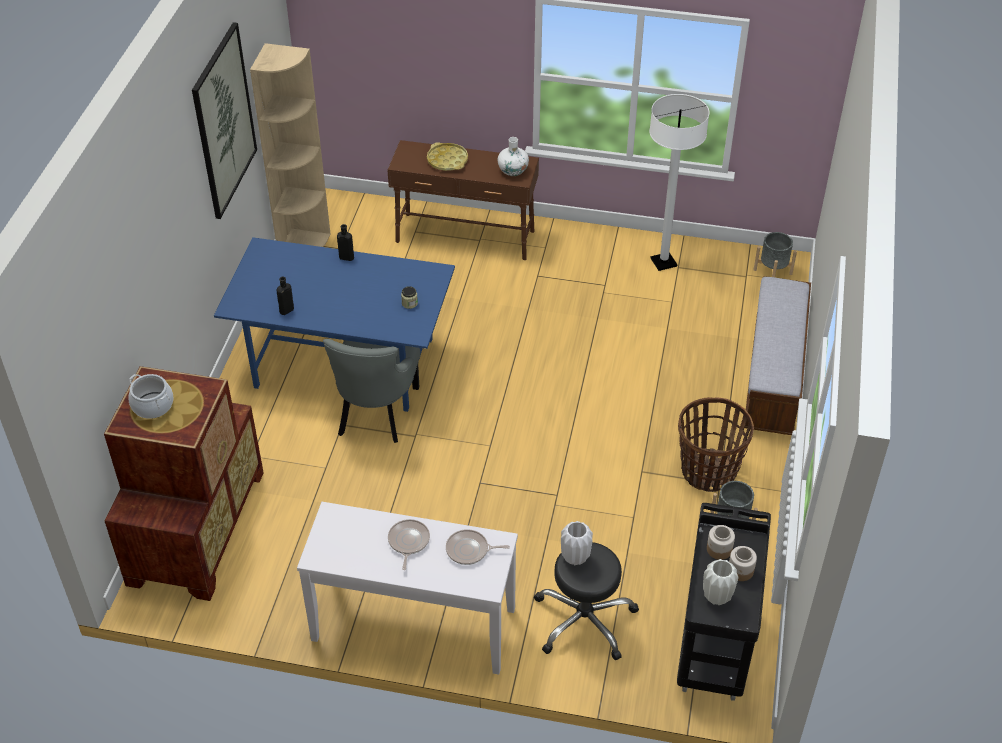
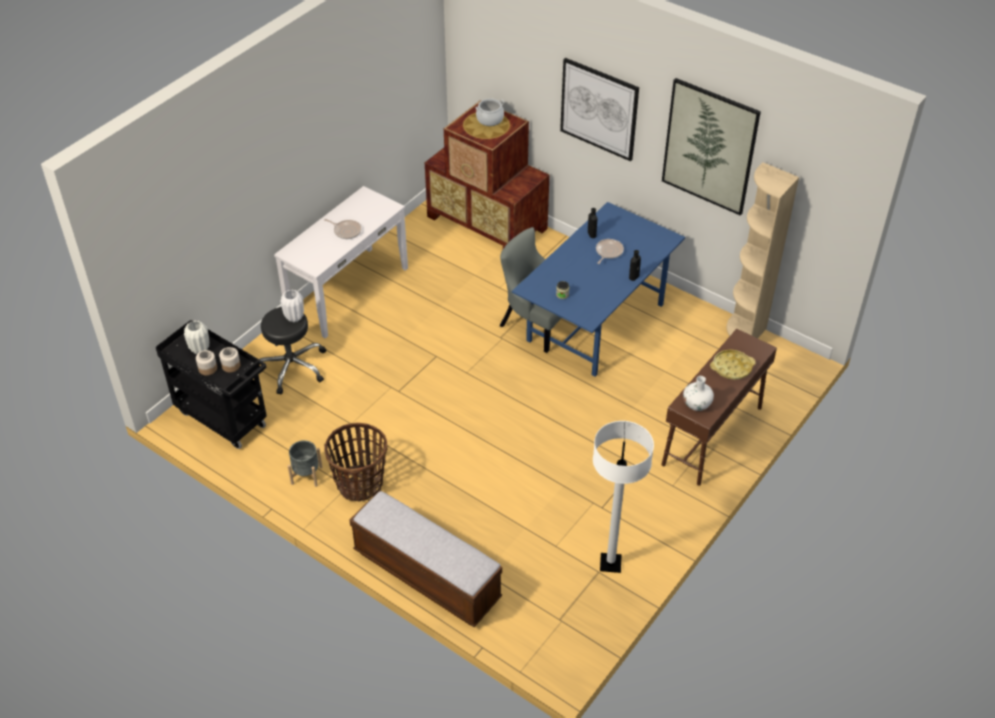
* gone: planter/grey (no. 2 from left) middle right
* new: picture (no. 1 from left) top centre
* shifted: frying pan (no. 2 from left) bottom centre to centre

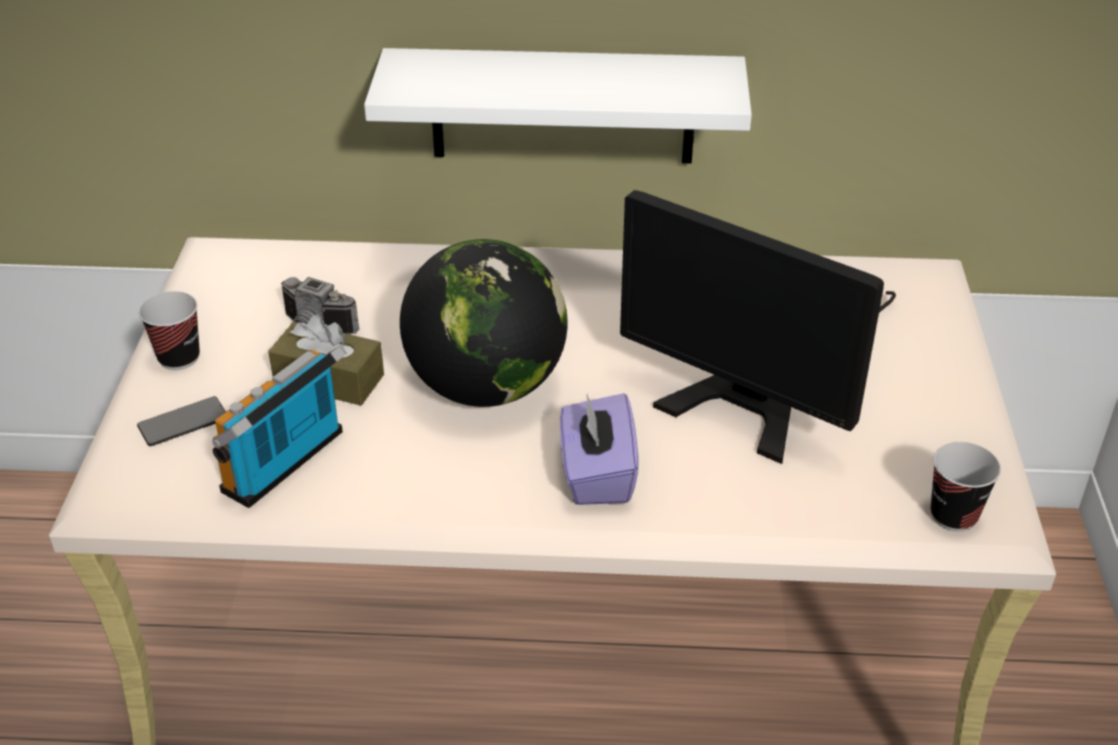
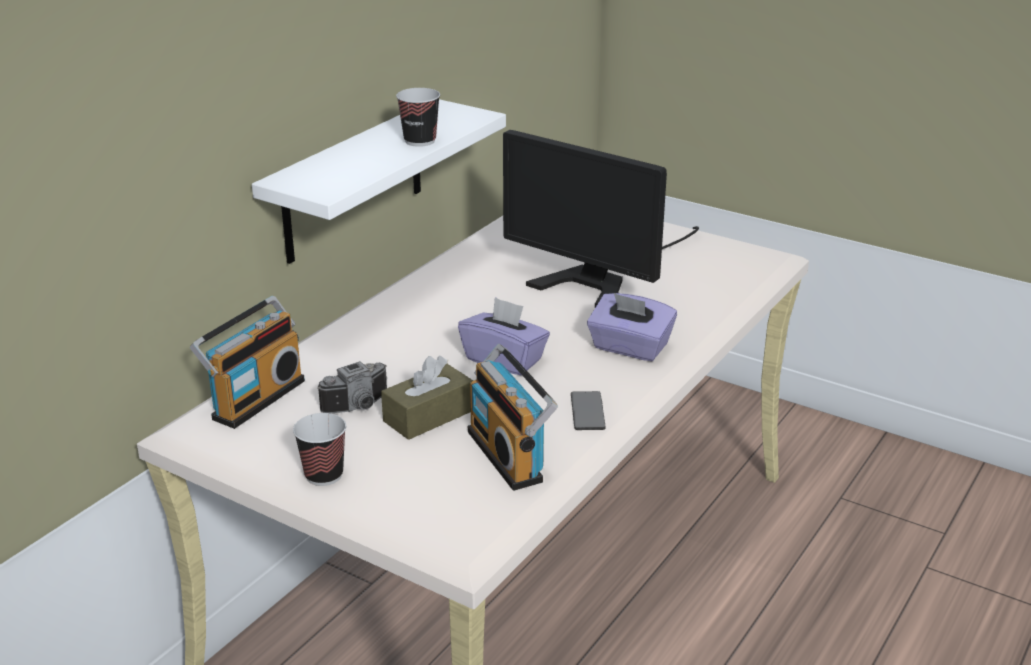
* new: radio (no. 1 from left) middle left
* shifted: phone middle left to centre
* shifted: cup (no. 2 from left) middle right to top centre
* swapped: globe centre to tissue box/purple (no. 1 from left) centre
* rotated: monitor middle right = top centre 60 degrees clockwise

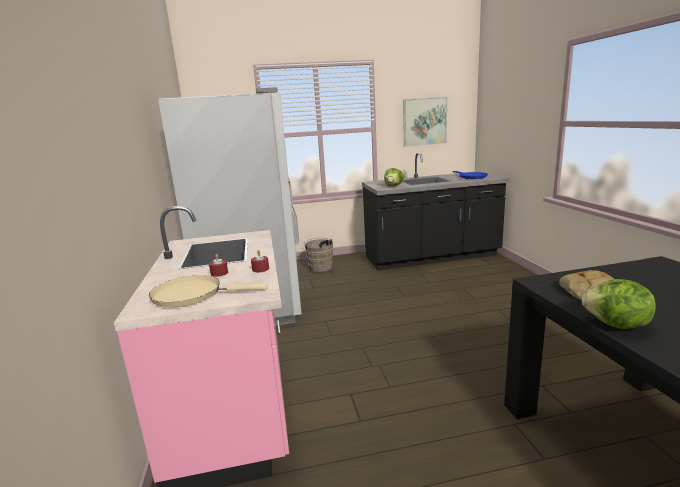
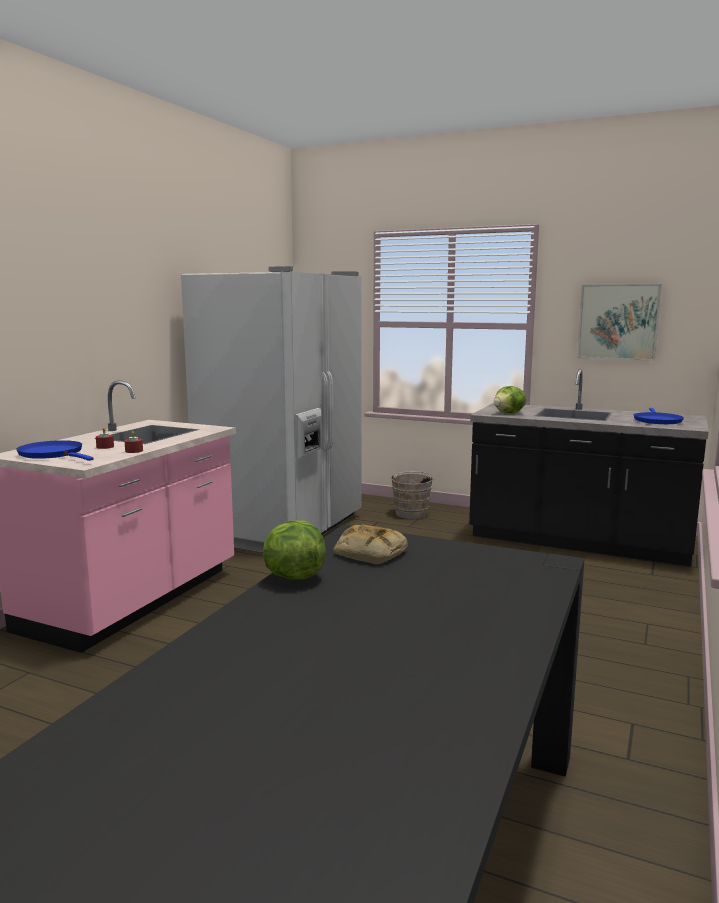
* repainted: frying pan/beige middle left to frying pan/blue (no. 1 from left) middle left

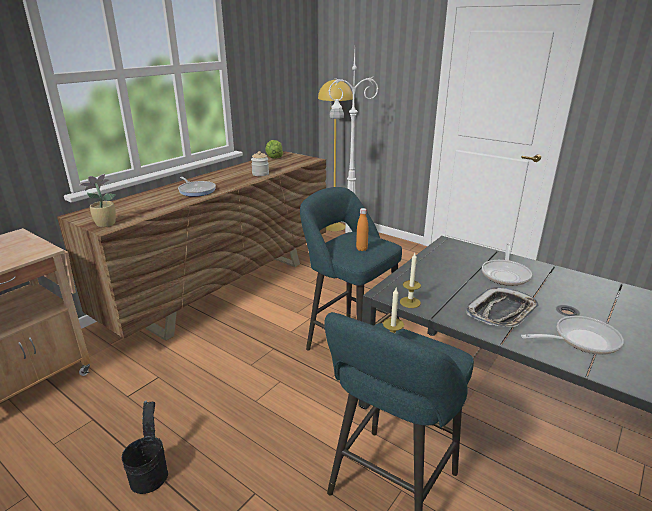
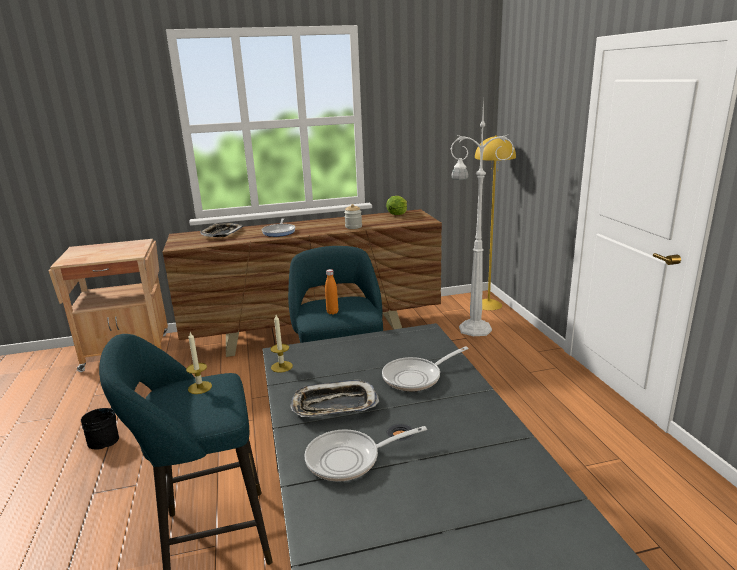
* gone: potted plant middle left
* new: tray (no. 1 from left) middle left
* rotated: frying pan (no. 3 from left in the first image) middle right = bottom centre 135 degrees clockwise

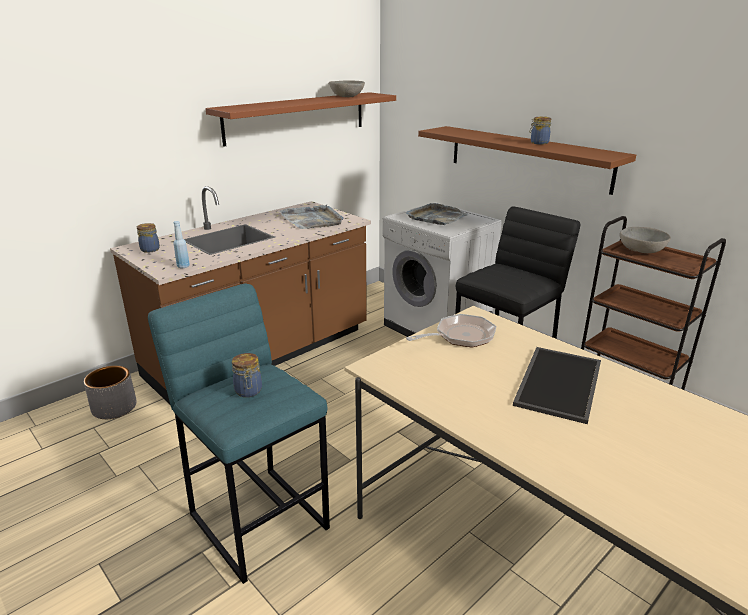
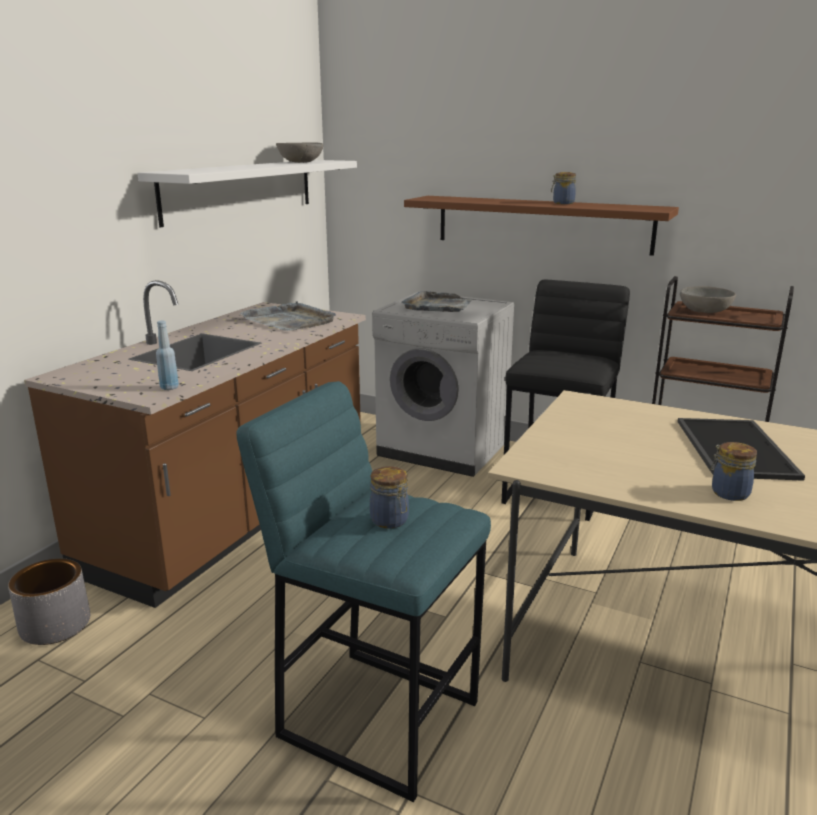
* gone: frying pan centre
* shifted: jar (no. 1 from left in the first image) middle left to jar (no. 3 from left) middle right
* repainted: shelf/brown (no. 1 from left) top centre to shelf/white top left

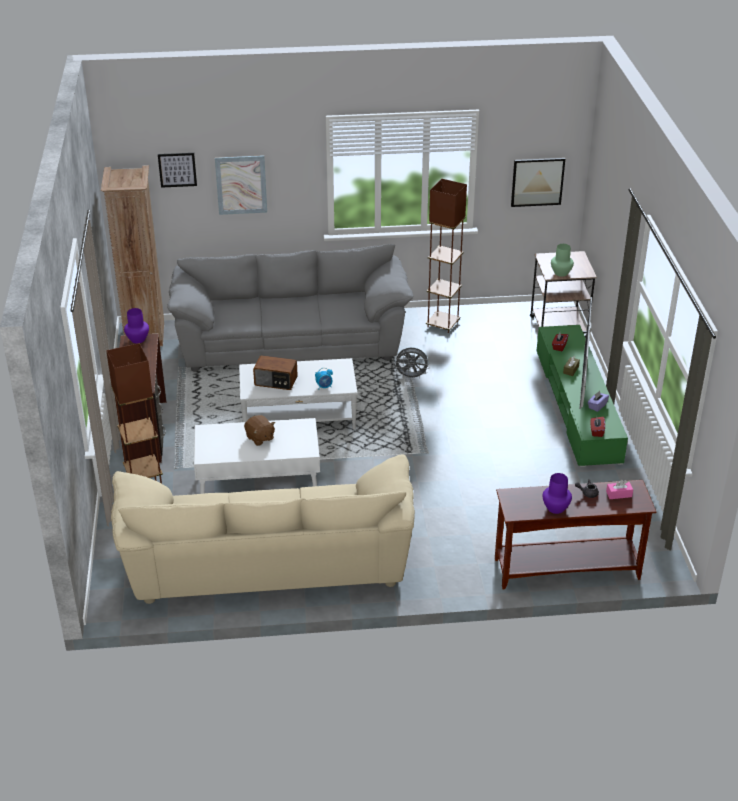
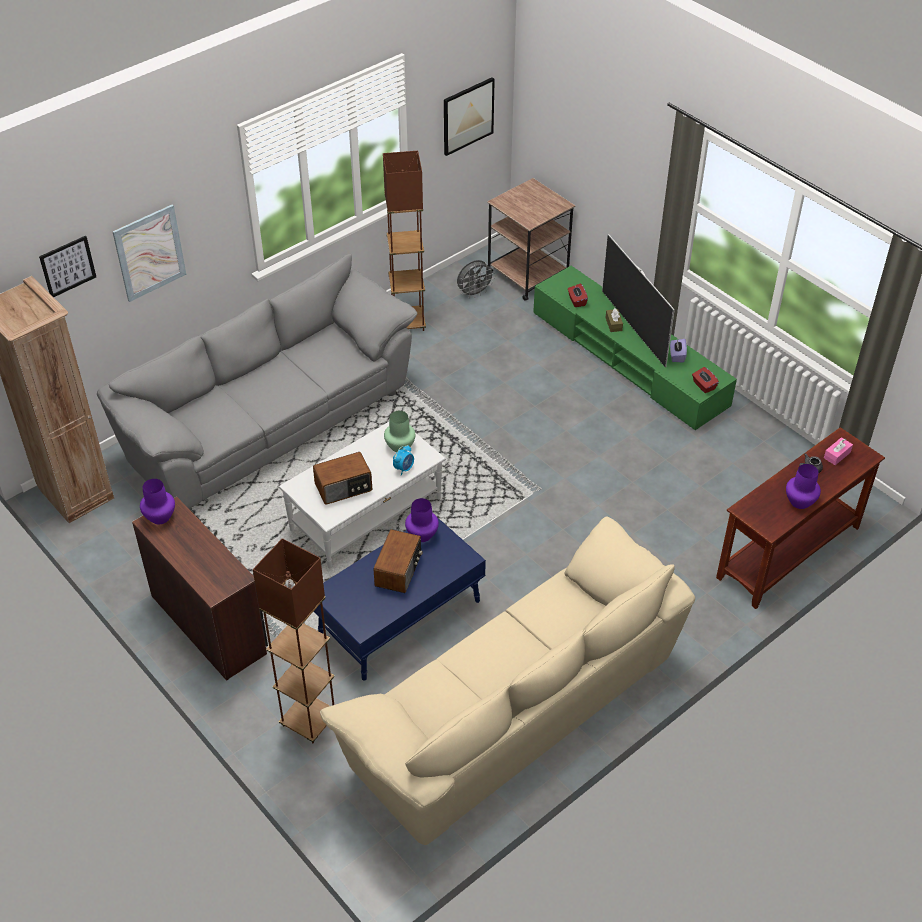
* new: vase/purple (no. 2 from left) centre
* shifted: fan/grey centre to top centre
* shifted: vase/green top right to centre
* swapped: plush toy/brown centre to radio (no. 2 from left) centre
* repainted: coffee table/white (no. 1 from left) centre to coffee table/blue centre

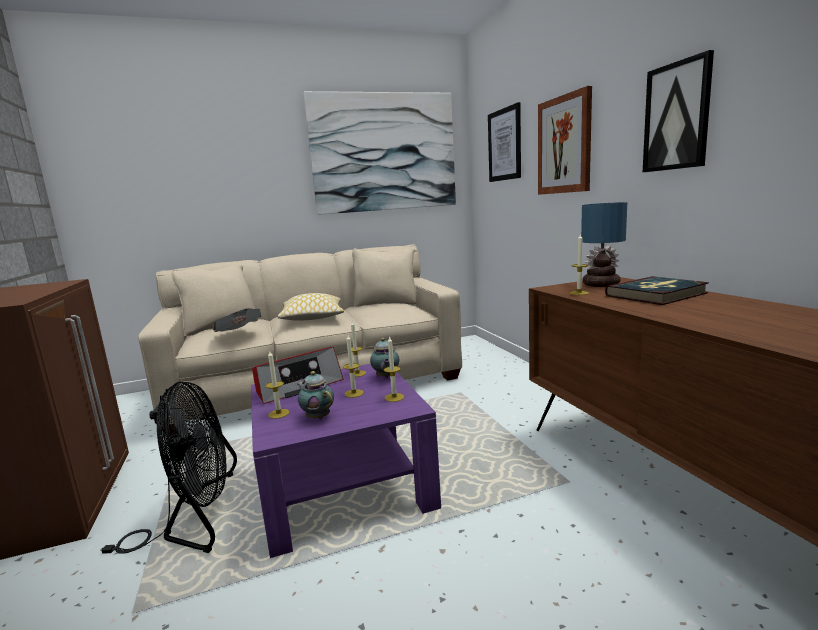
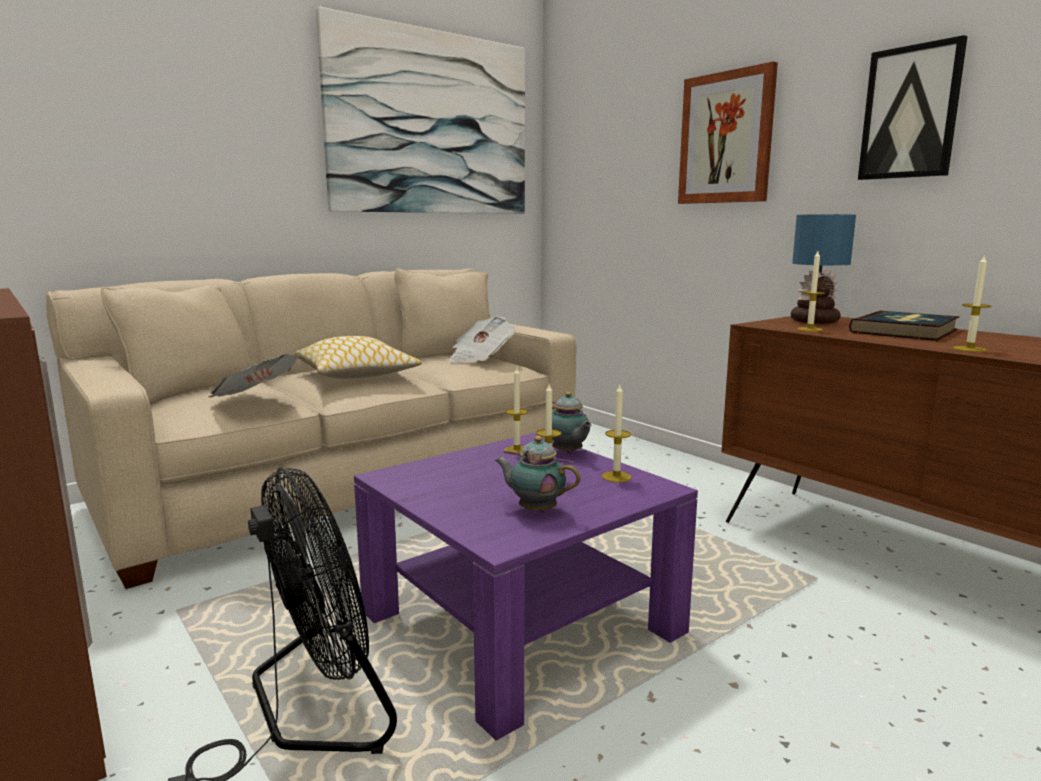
* gone: radio centre
* gone: picture (no. 2 from left) top centre
* new: newspaper (no. 2 from left) centre
* shifted: candle (no. 1 from left in the first image) centre to candle (no. 5 from left) middle right

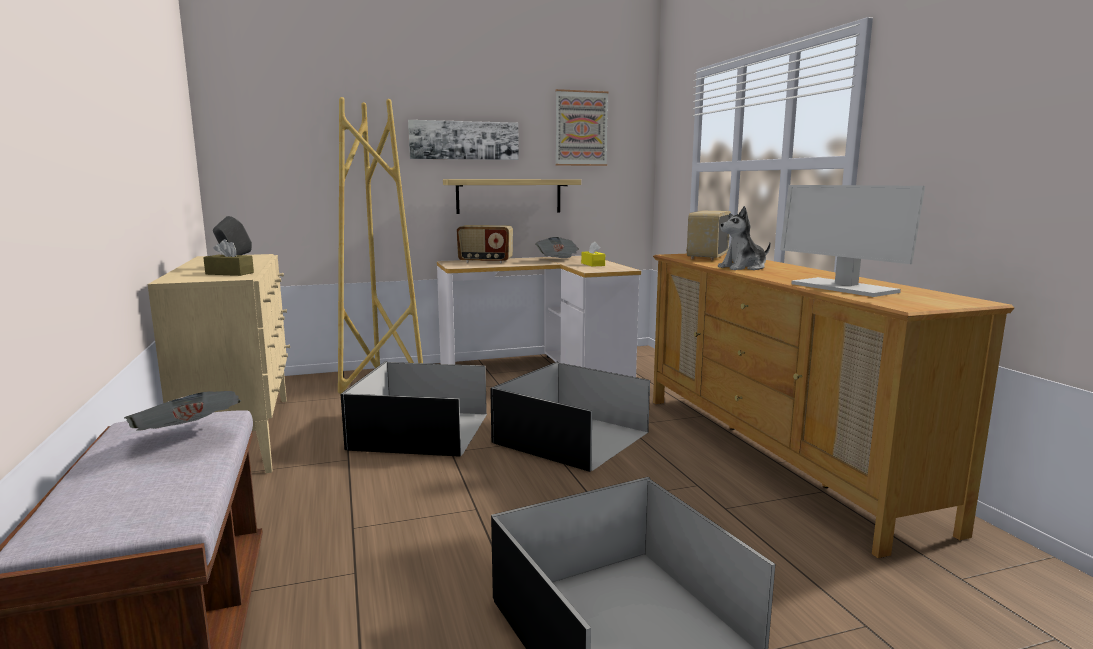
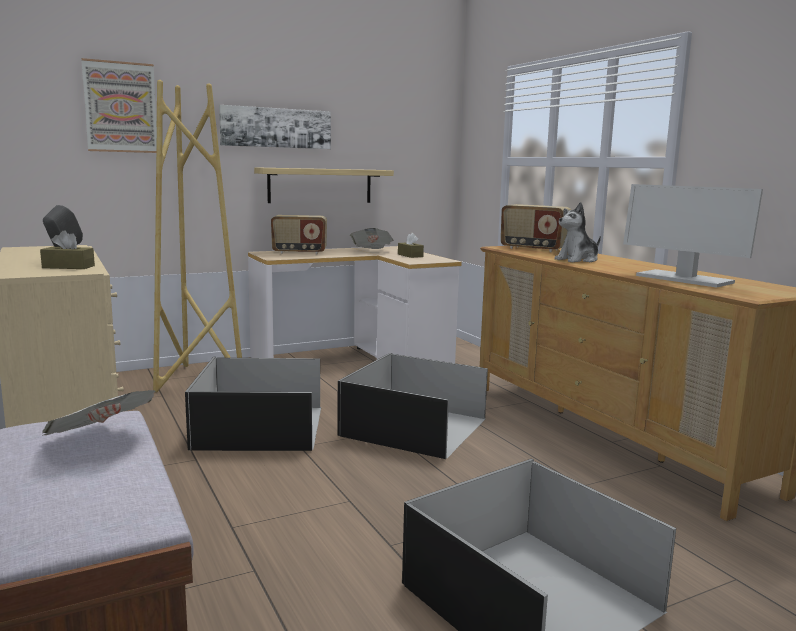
* shifted: picture (no. 2 from left in the first image) top centre to picture (no. 1 from left) top left
* repainted: tissue box/yellow centre to tissue box/brown (no. 2 from left) centre
* rotated: radio (no. 2 from left) centre = middle right 75 degrees counterclockwise

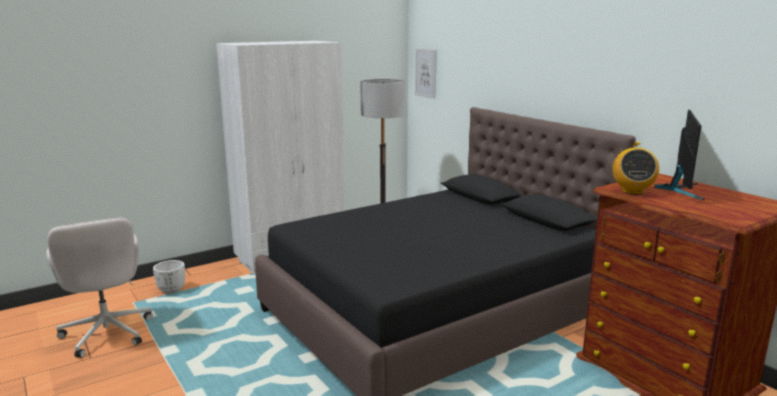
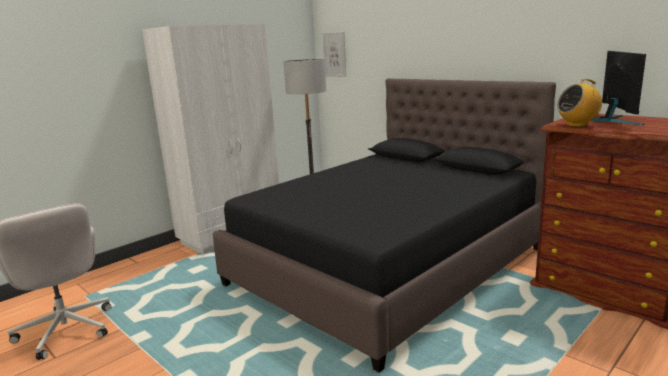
* gone: planter/white bottom left
* rotated: radio middle right = top right 75 degrees clockwise

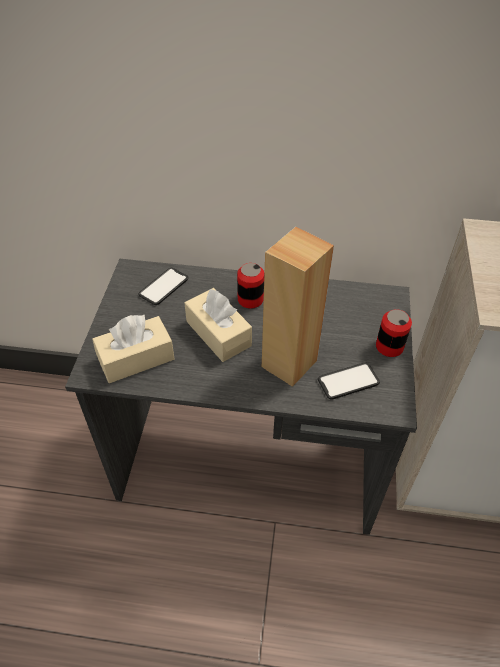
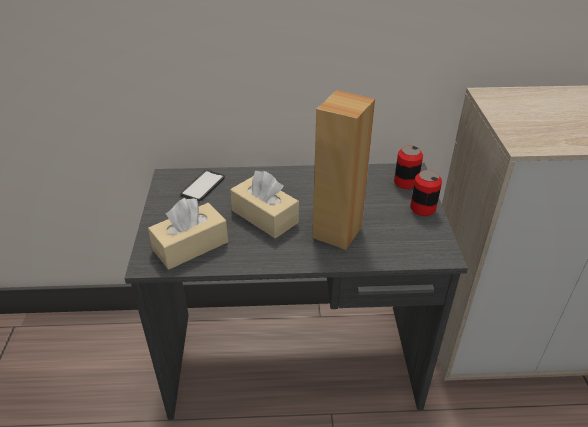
* gone: phone (no. 2 from left) middle right
* shifted: can (no. 1 from left) centre to middle right

